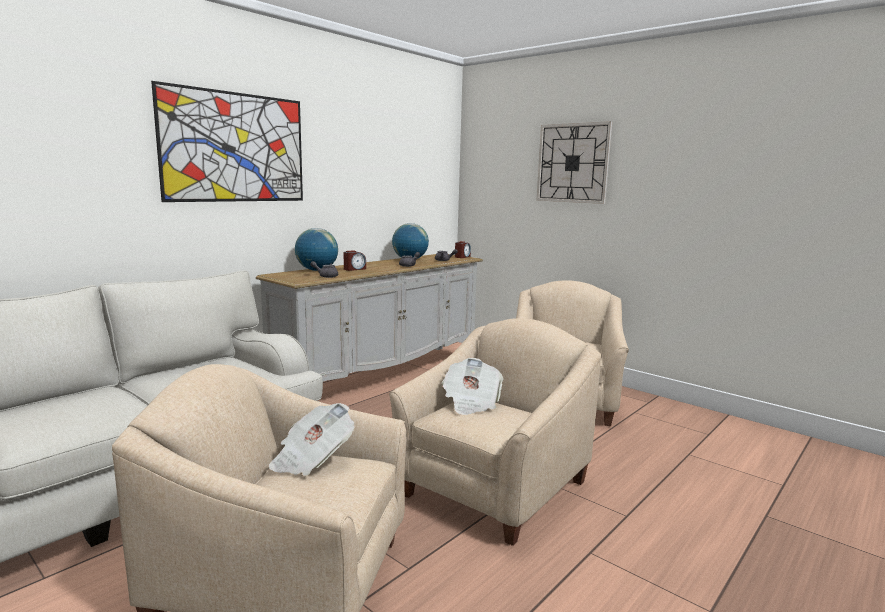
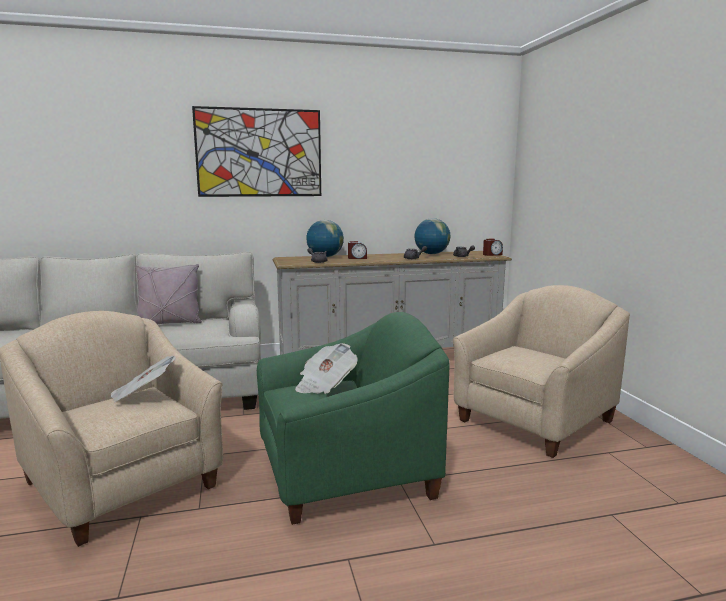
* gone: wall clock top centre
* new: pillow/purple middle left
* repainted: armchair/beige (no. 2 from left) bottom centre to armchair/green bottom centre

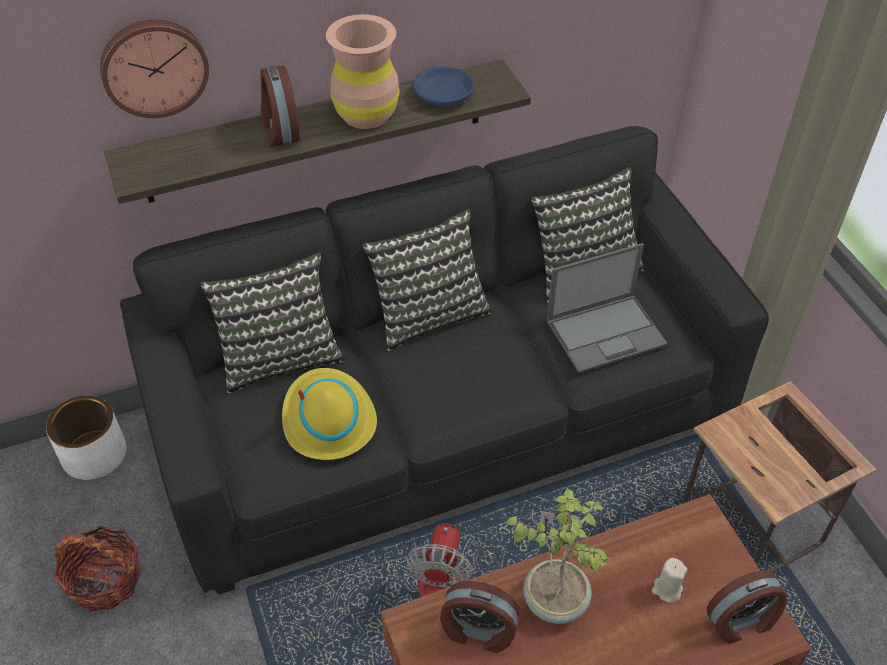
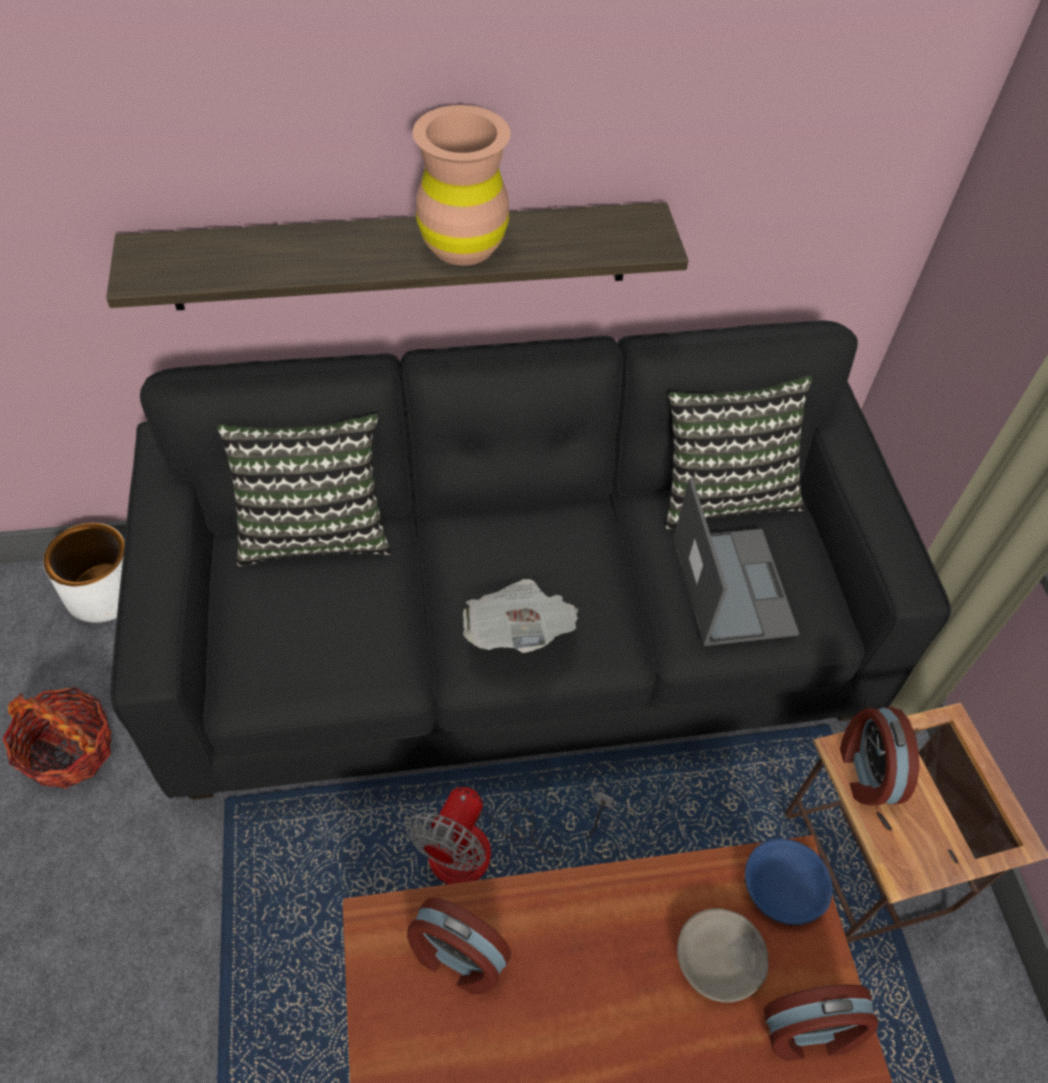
* gone: wall clock top left
* gone: hat/yellow centre
* gone: pillow (no. 2 from left) centre
* gone: potted plant bottom centre
* new: newspaper centre
* shifted: alarm clock (no. 1 from left in the first image) top left to alarm clock (no. 3 from left) bottom right
* shifted: bowl/blue top centre to bottom right
* swapped: candle/beige bottom right to bowl/grey bottom right
* rotated: laptop middle right = middle right 90 degrees counterclockwise

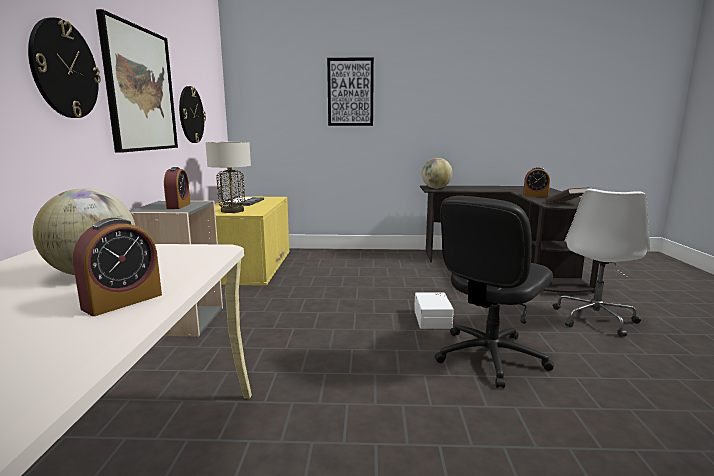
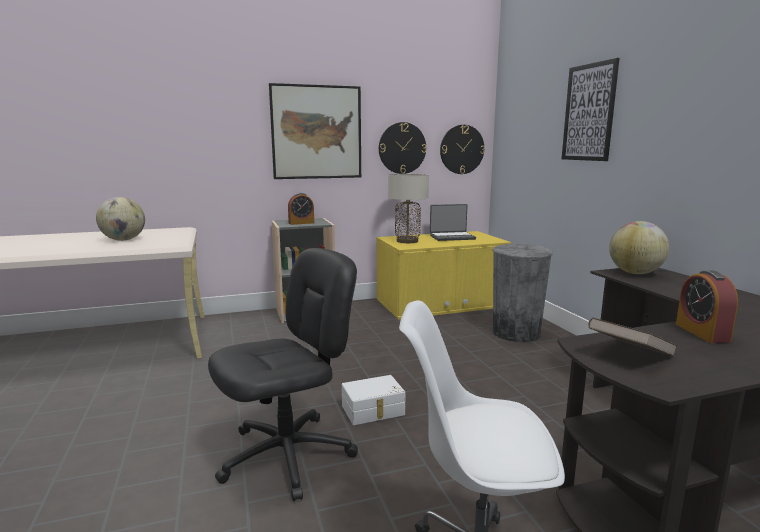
* gone: alarm clock (no. 1 from left) middle left
* new: trash can/grey middle right
* shifted: wall clock (no. 1 from left in the first image) top left to wall clock (no. 2 from left) top centre
* rotated: office chair/black middle right = bottom centre 120 degrees clockwise

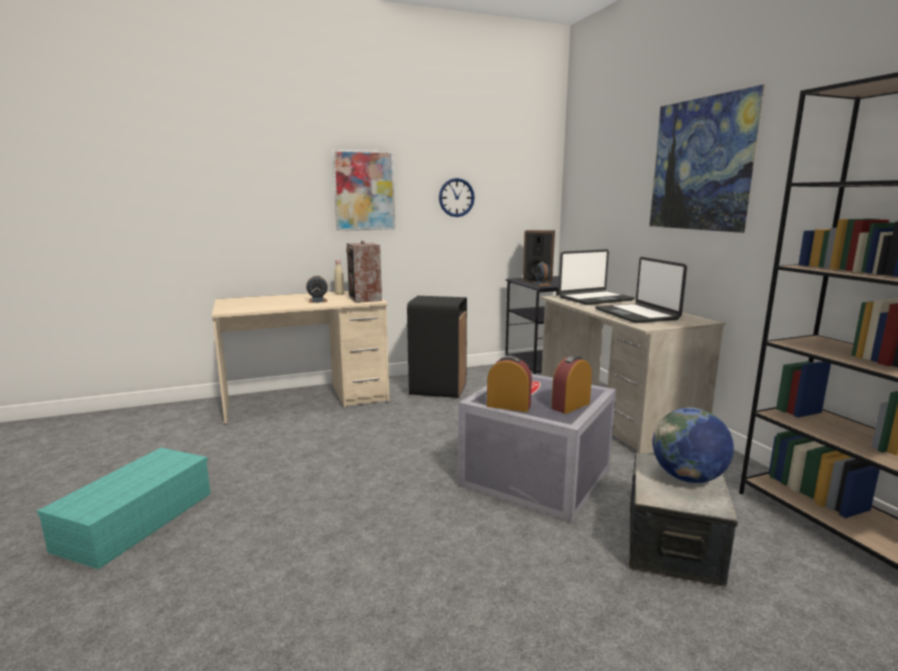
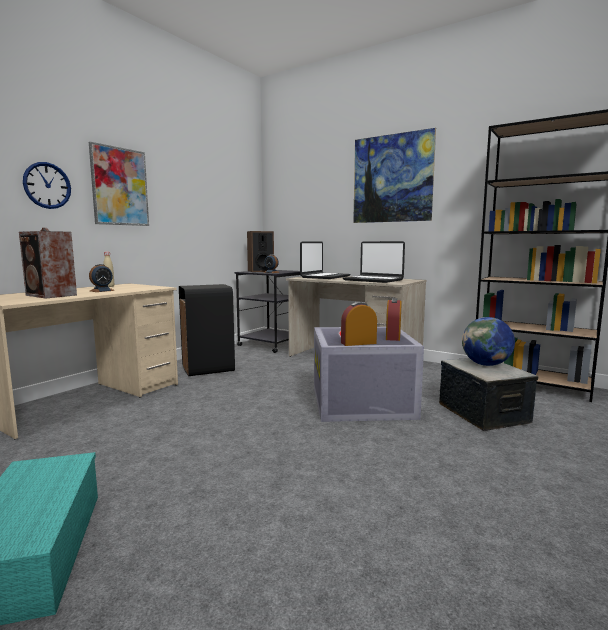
* shifted: speaker (no. 1 from left) centre to middle left
* shifted: wall clock top centre to top left

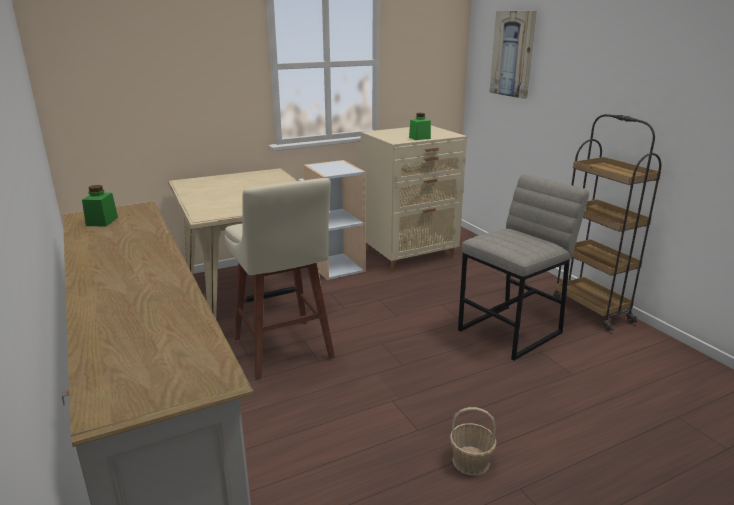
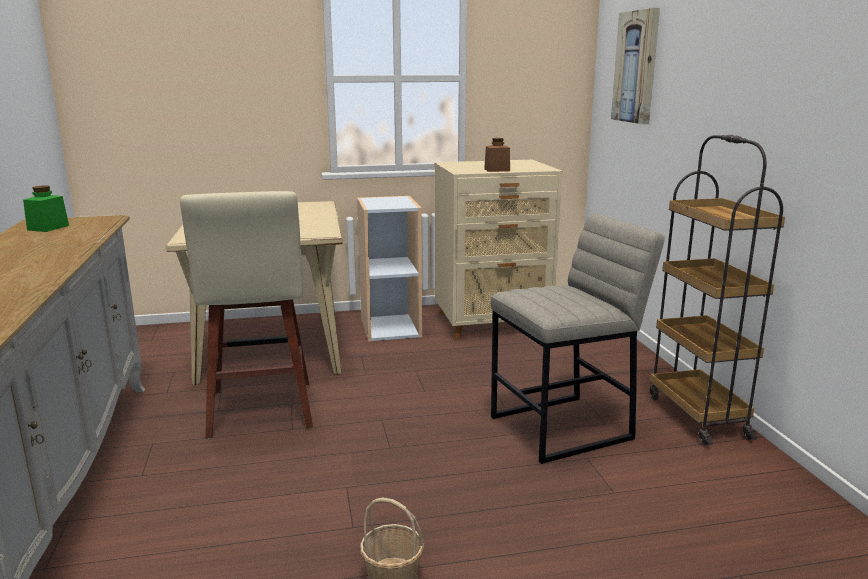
* repainted: jar/green (no. 2 from left) top centre to jar/brown top centre

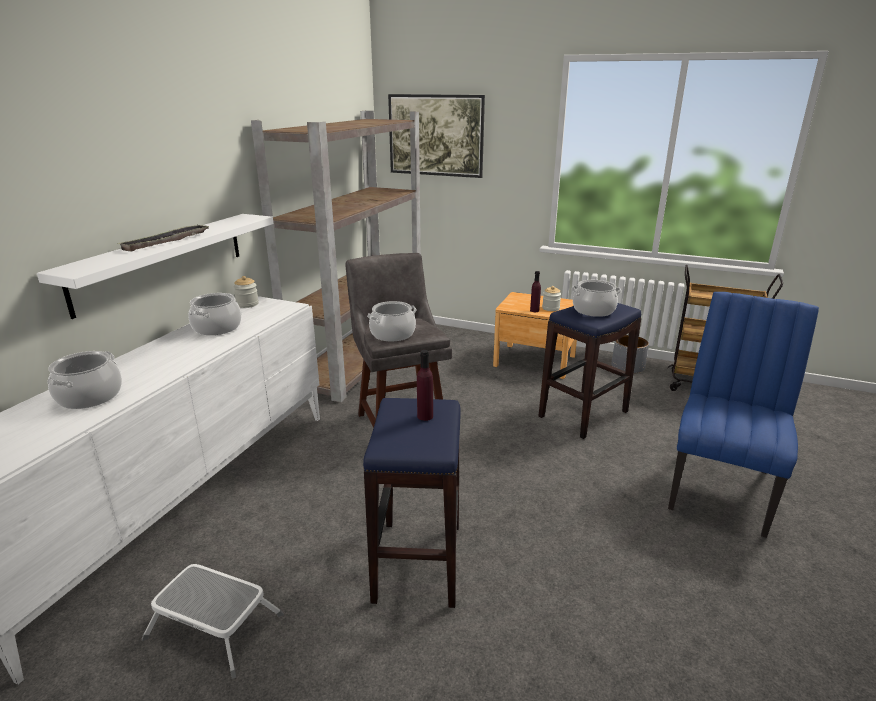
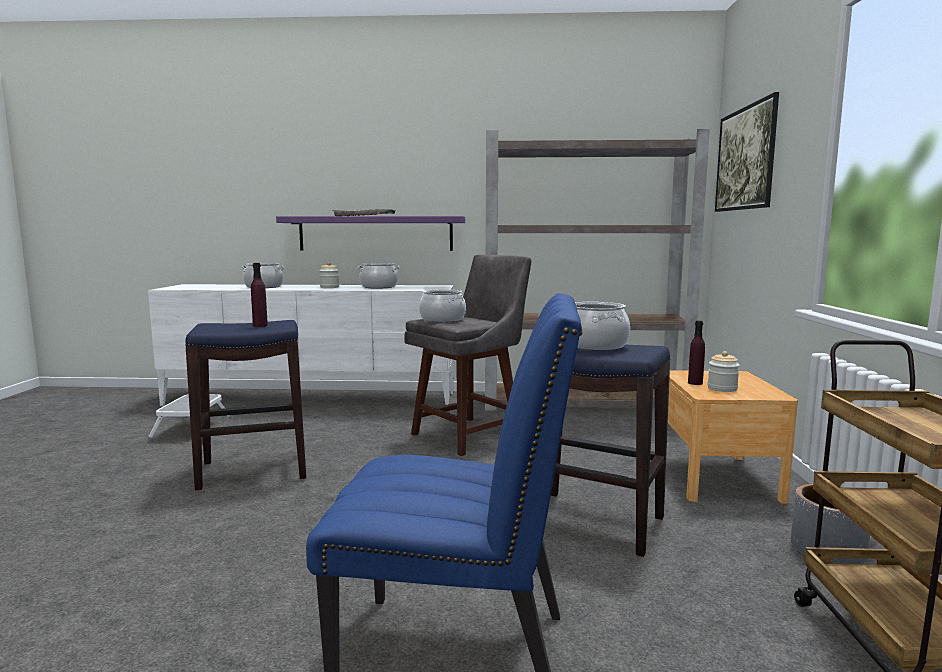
* shifted: jar (no. 1 from left) middle left to centre
* repainted: shelf/white middle left to shelf/purple centre

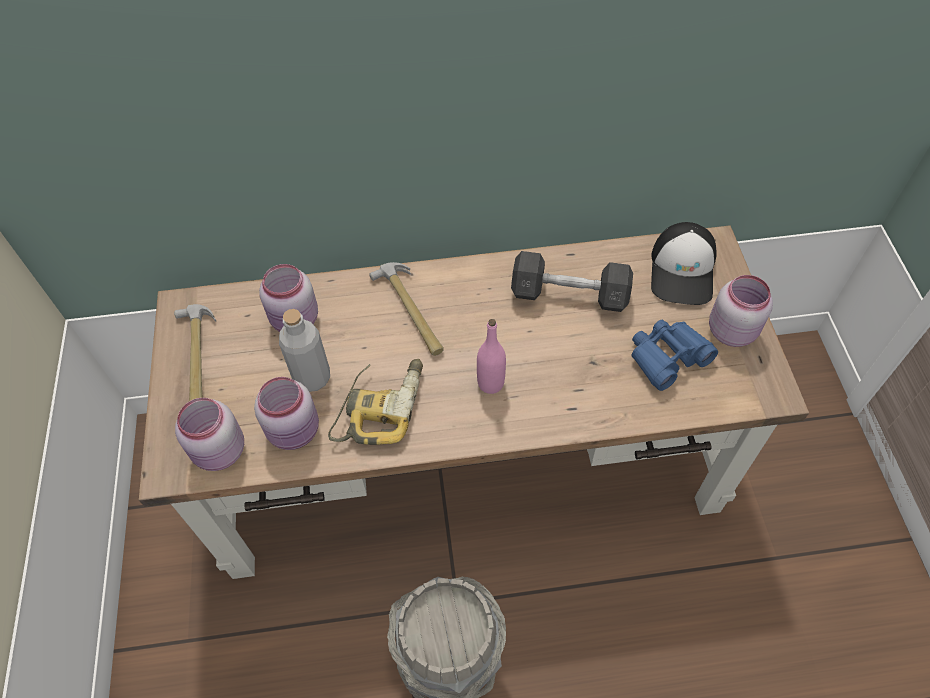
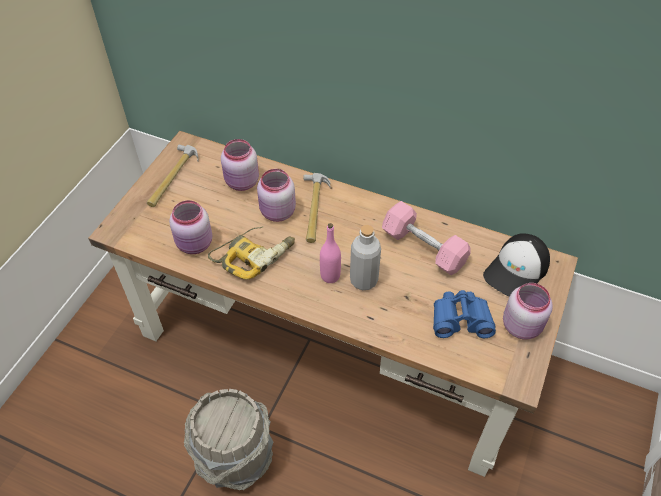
* shifted: jar/pink (no. 1 from left in the first image) middle left to jar/pink (no. 3 from left) centre
* shifted: bottle/grey middle left to centre
* repainted: dumbbell/grey centre to dumbbell/pink centre

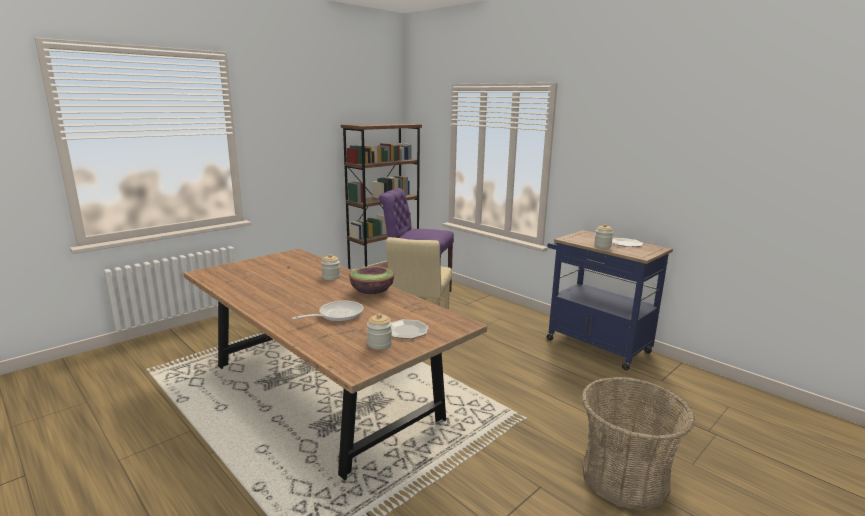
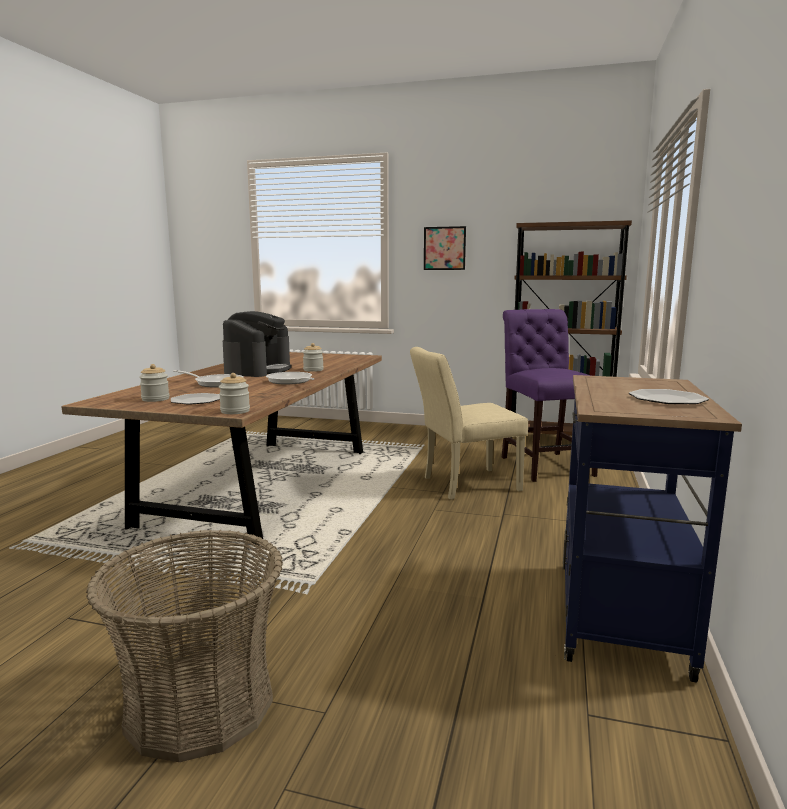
* new: coffee machine middle left
* new: picture top centre
* shifted: jar (no. 3 from left in the first image) middle right to jar (no. 2 from left) middle left
* swapped: bowl centre to frying pan (no. 2 from left) centre

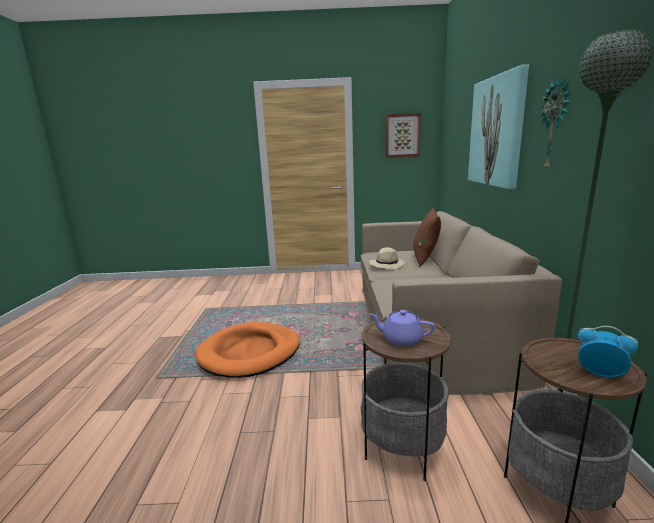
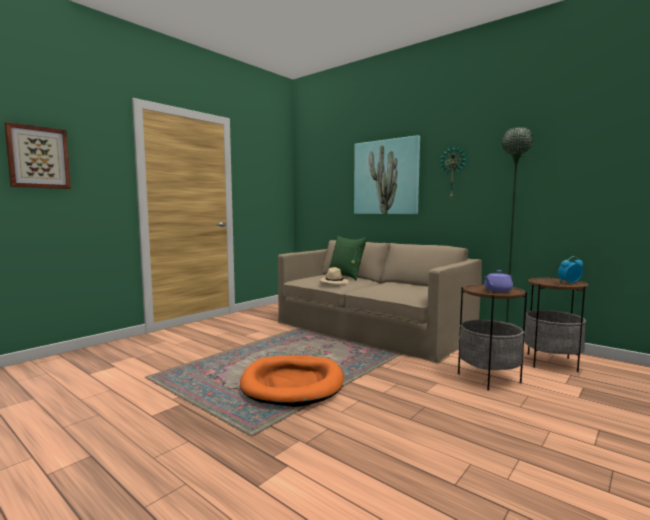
* shifted: picture (no. 1 from left) top centre to top left
* repainted: pillow/brown centre to pillow/green centre

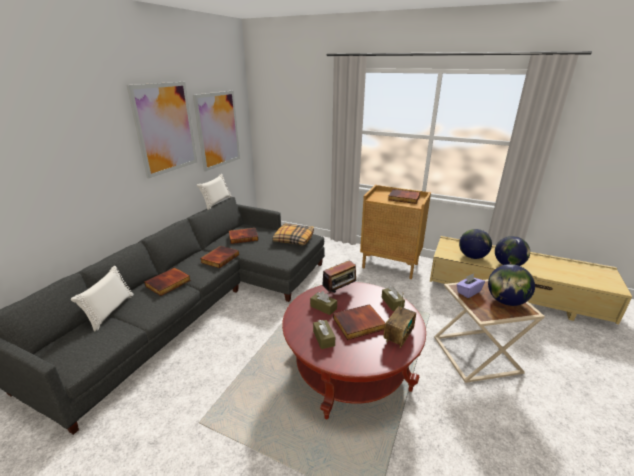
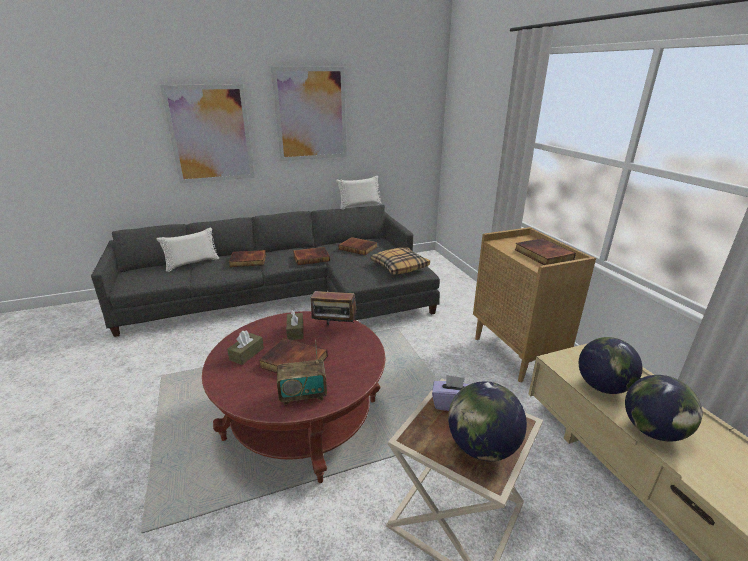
* gone: tissue box/brown (no. 3 from left) centre
* shifted: picture (no. 2 from left in the first image) top centre to picture (no. 1 from left) top left

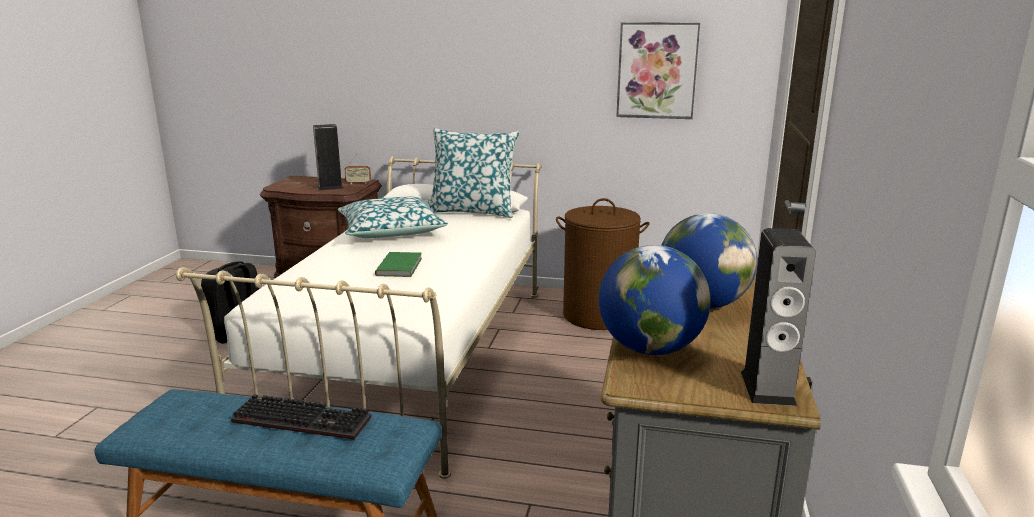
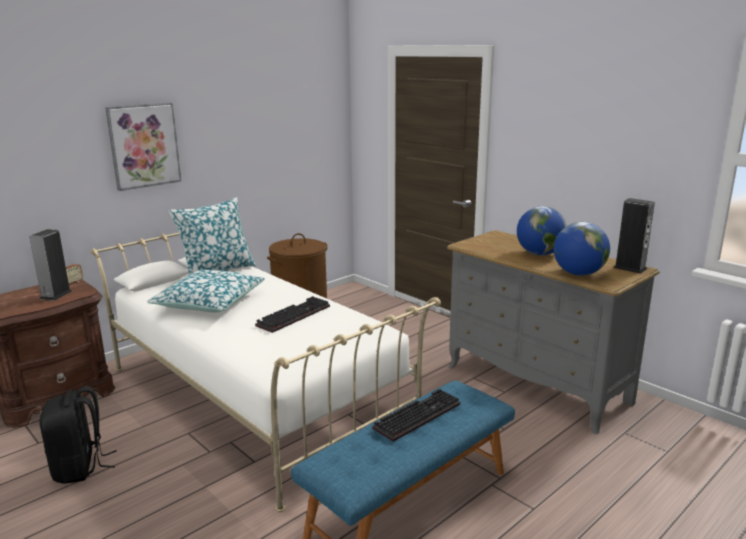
* shifted: picture top centre to top left
* swapped: book/green centre to keyboard (no. 1 from left) centre

